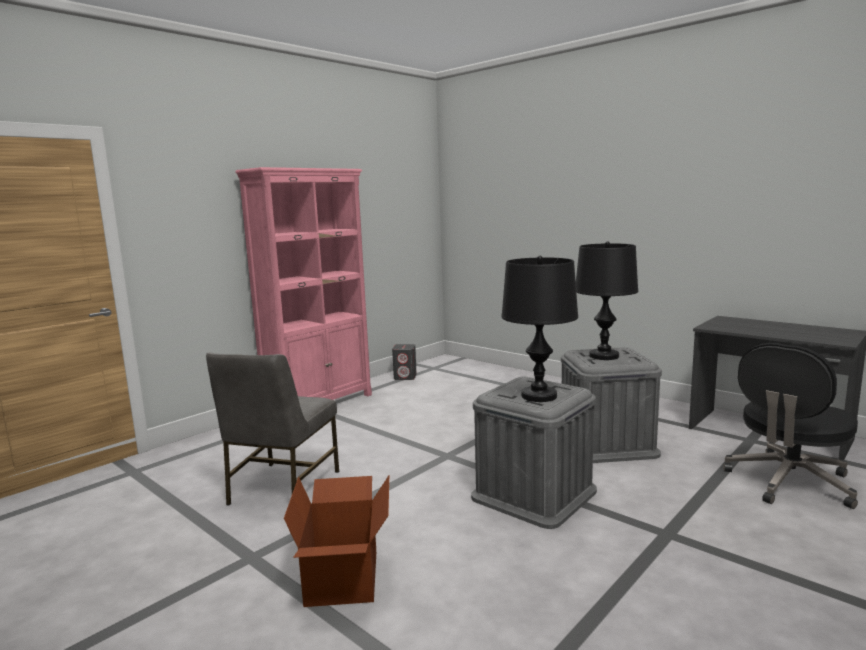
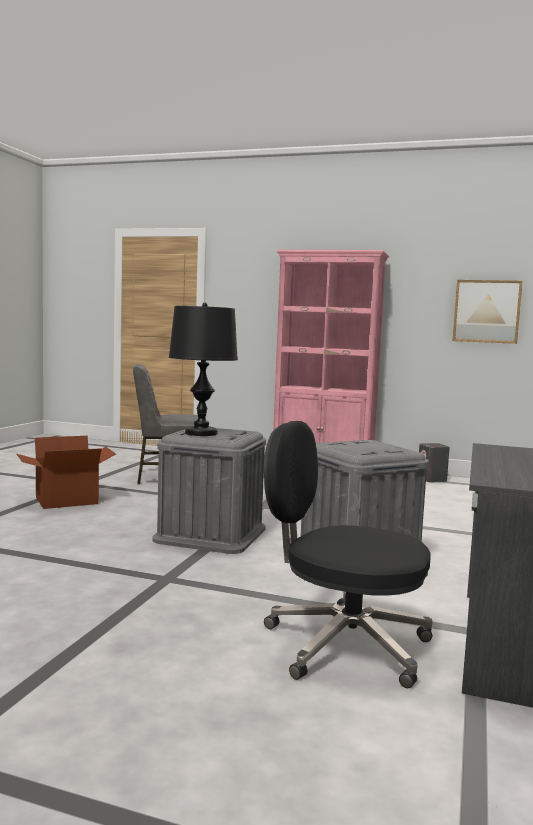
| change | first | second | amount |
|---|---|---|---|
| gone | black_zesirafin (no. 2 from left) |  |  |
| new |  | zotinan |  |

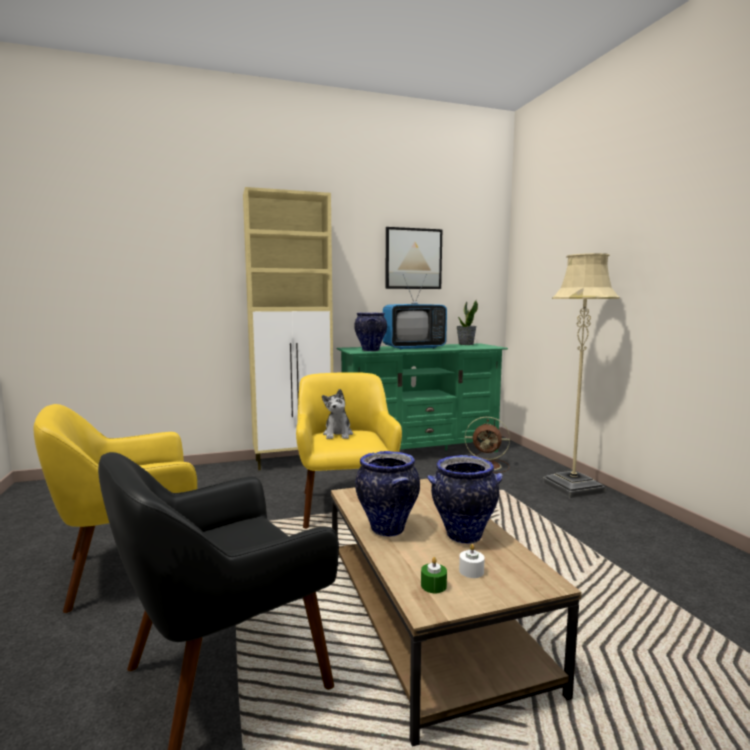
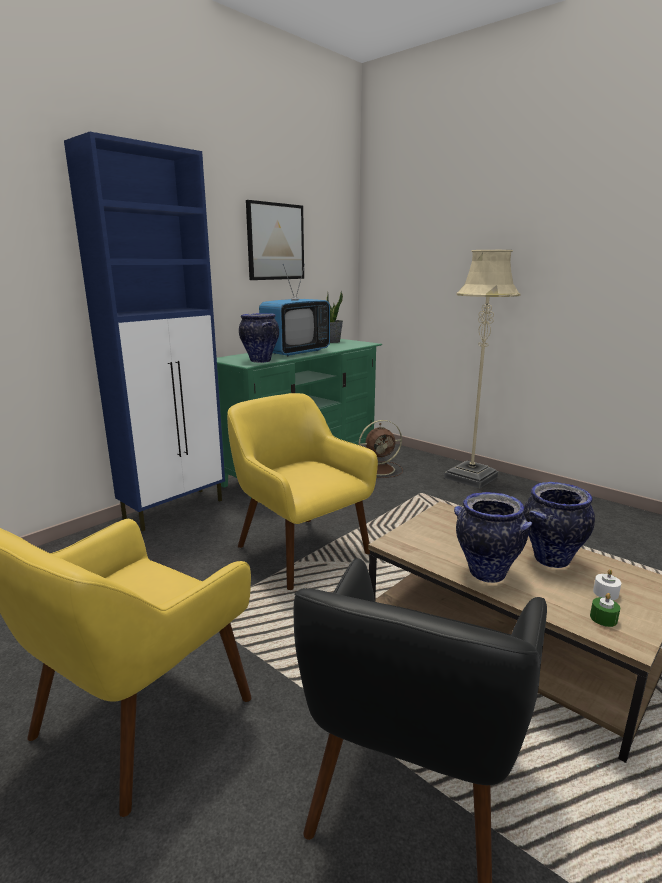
| change | first | second | amount |
|---|---|---|---|
| repainted | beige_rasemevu | blue_rasemevu |  |
| gone | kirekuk |  |  |

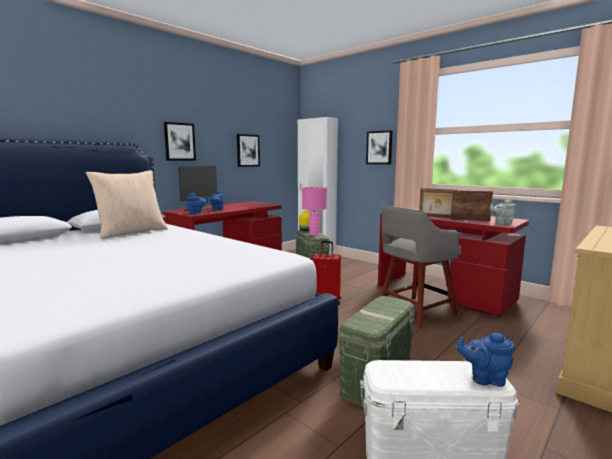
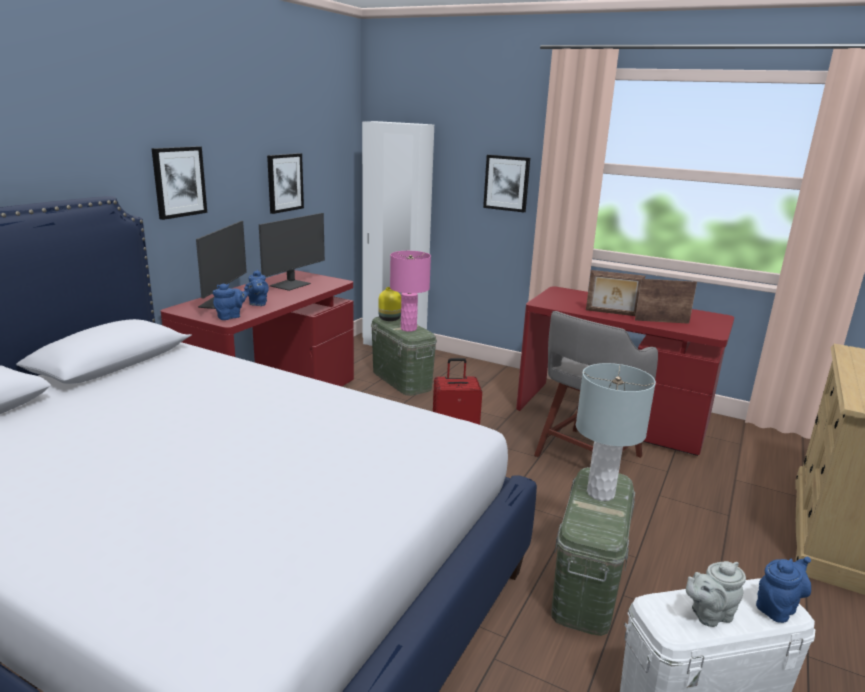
| change | first | second | amount |
|---|---|---|---|
| gone | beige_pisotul |  |  |
| shifted | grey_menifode |  |  |
| rotated | blue_menifode (no. 3 from left) |  | 150 degrees clockwise |
| new |  | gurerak (no. 2 from left) |  |
| new |  | grey_zesirafin |  |

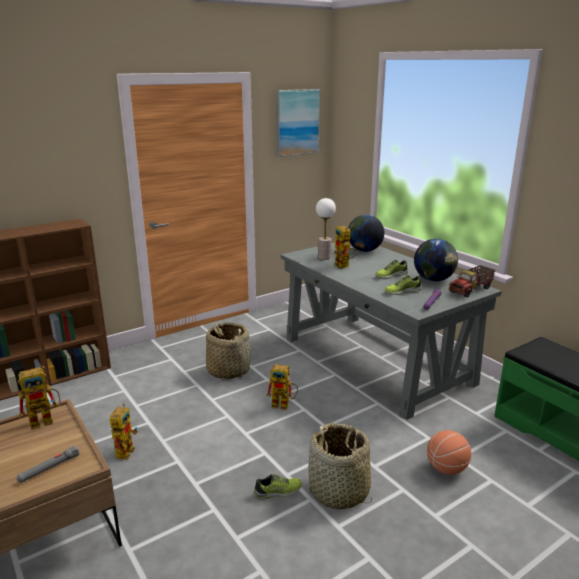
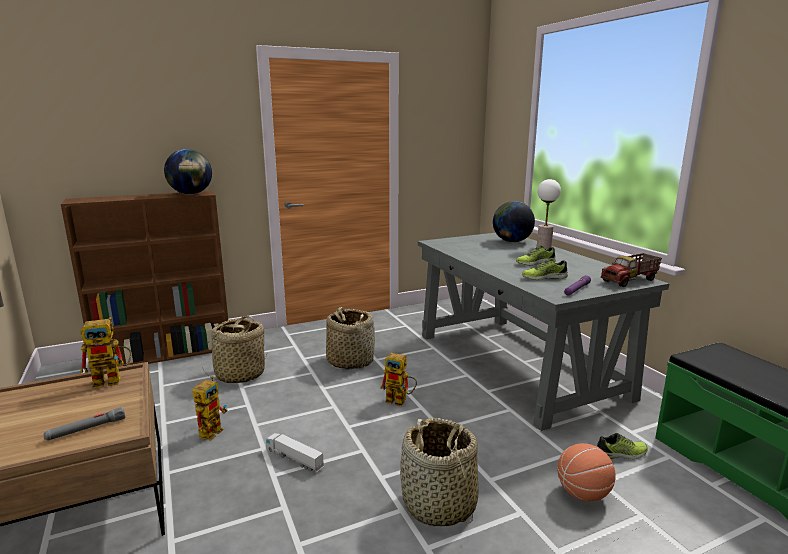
| change | first | second | amount |
|---|---|---|---|
| gone | zotinan |  |  |
| shifted | zesirafin |  |  |
| gone | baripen (no. 4 from left) |  |  |
| shifted | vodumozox (no. 2 from left in the first image) | vodumozox (no. 1 from left) |  |
| shifted | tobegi (no. 1 from left in the first image) | tobegi (no. 3 from left) |  |
| new |  | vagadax (no. 1 from left) |  |
| new |  | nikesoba (no. 1 from left) |  |

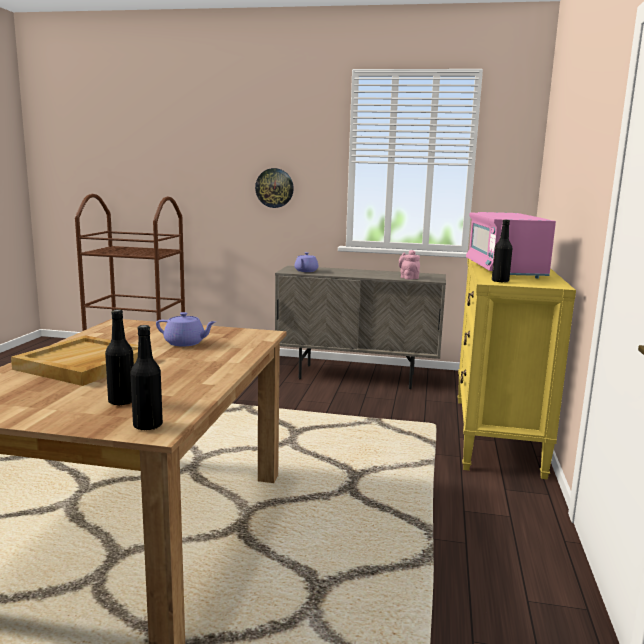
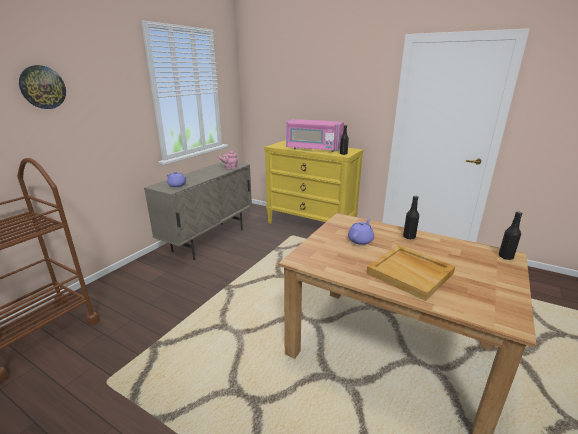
| change | first | second | amount |
|---|---|---|---|
| shifted | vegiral |  |  |
| shifted | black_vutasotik (no. 1 from left in the first image) | black_vutasotik (no. 2 from left) |  |

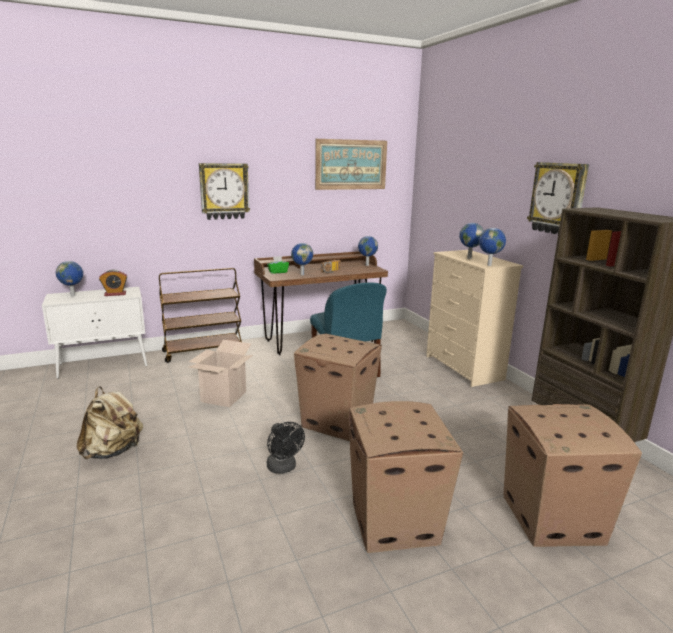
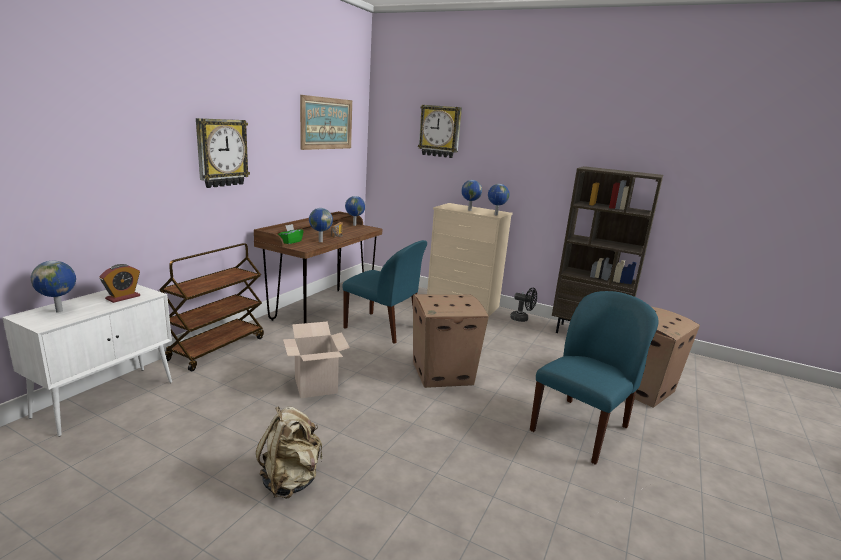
| change | first | second | amount |
|---|---|---|---|
| shifted | vegiral (no. 2 from left) |  |  |
| swapped | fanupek (no. 3 from left) | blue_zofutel (no. 2 from left) |  |
| shifted | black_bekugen |  |  |

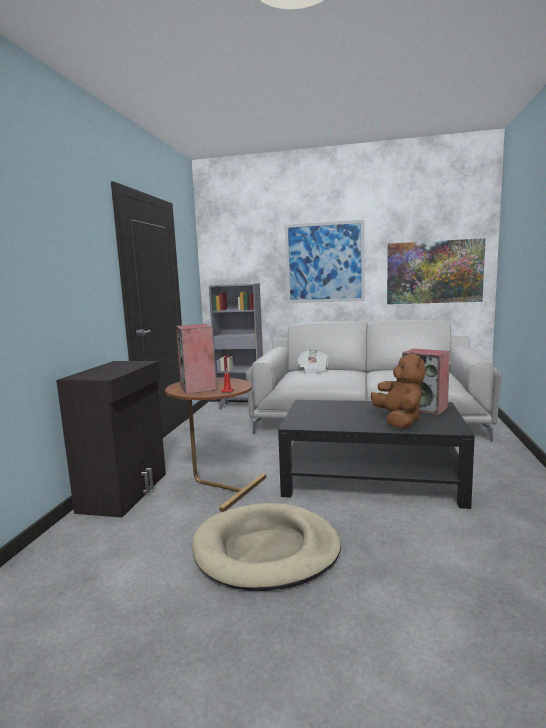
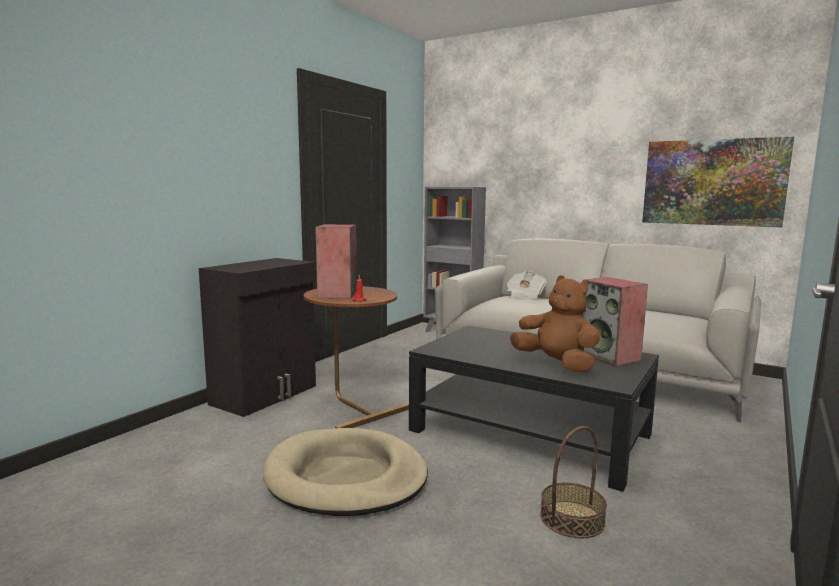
| change | first | second | amount |
|---|---|---|---|
| gone | zotinan (no. 1 from left) |  |  |
| rotated | brown_kirekuk |  | 60 degrees counterclockwise |
| new |  | vagadax |  |

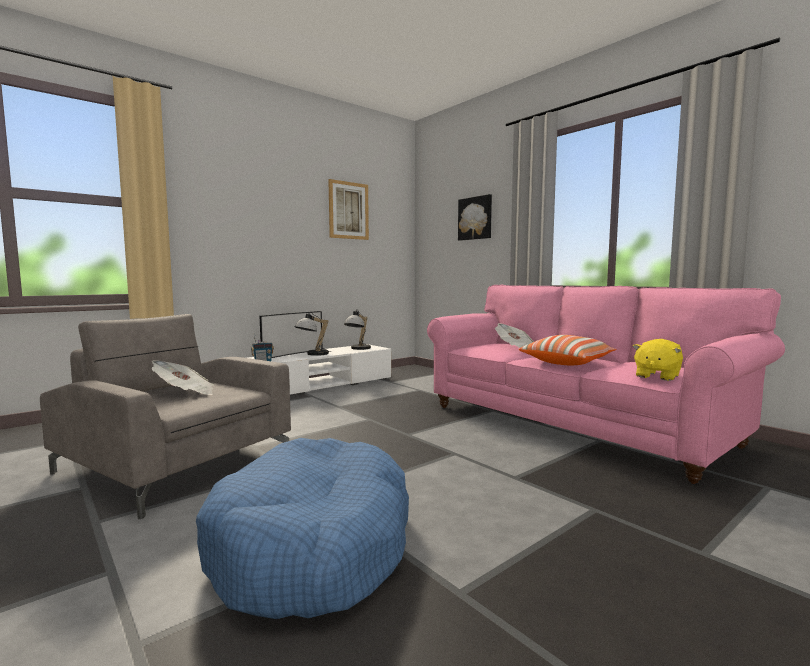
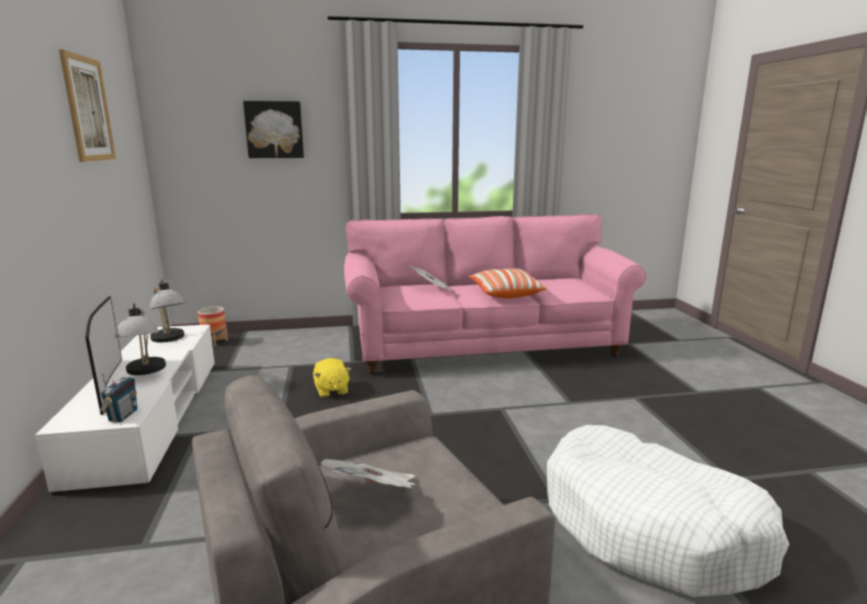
| change | first | second | amount |
|---|---|---|---|
| shifted | yellow_kirekuk |  |  |
| repainted | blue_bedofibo | white_bedofibo |  |
| new |  | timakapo |  |

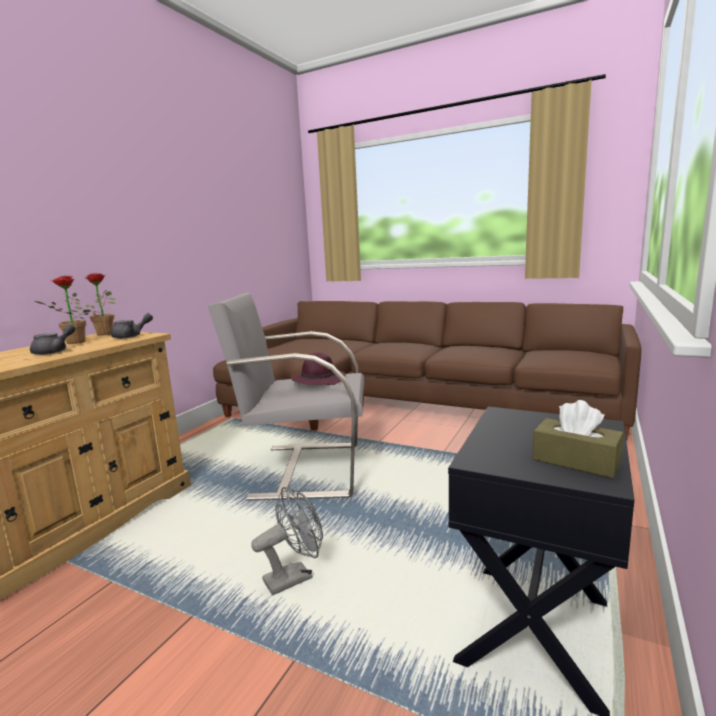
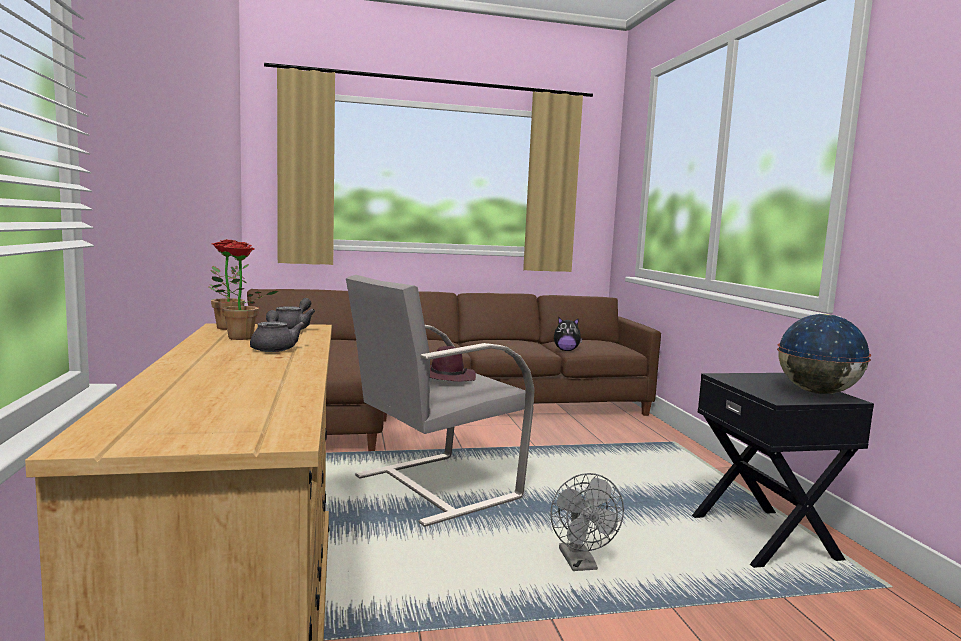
| change | first | second | amount |
|---|---|---|---|
| swapped | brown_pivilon | vodumozox |  |
| rotated | grey_bekugen |  | 150 degrees clockwise |
| new |  | kirekuk |  |

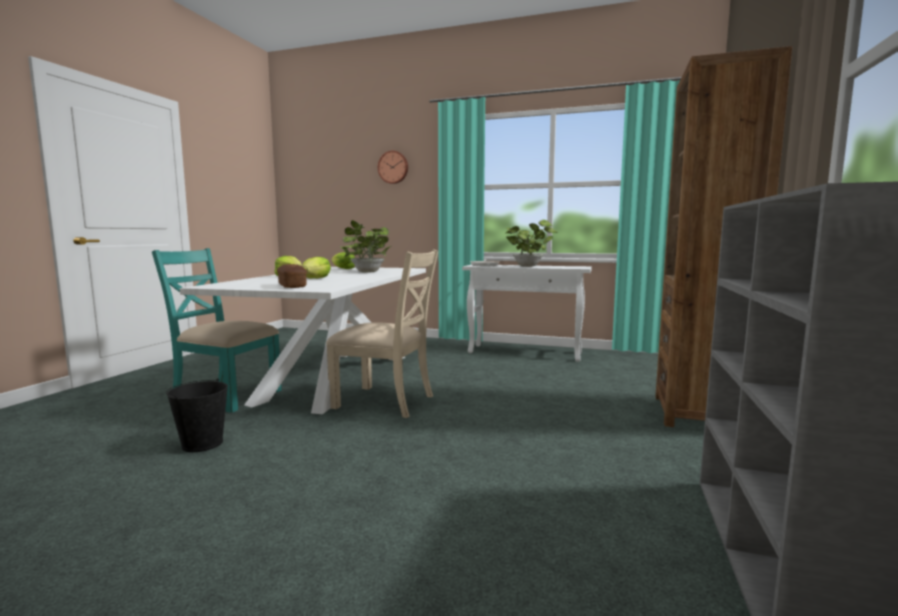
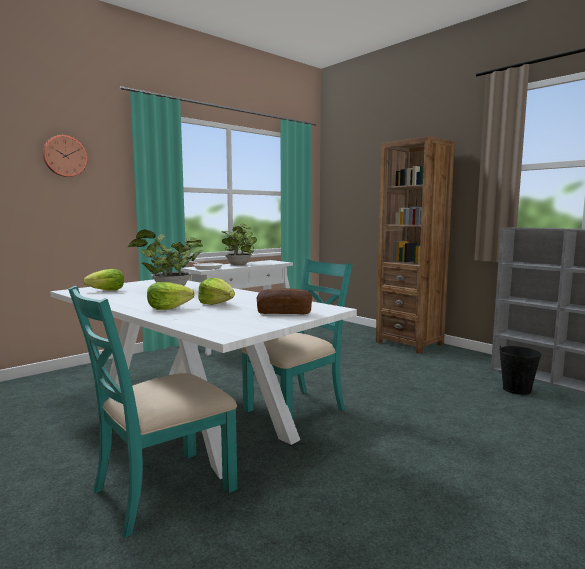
| change | first | second | amount |
|---|---|---|---|
| repainted | beige_zofutel | turquoise_zofutel (no. 2 from left) |  |
| shifted | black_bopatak |  |  |

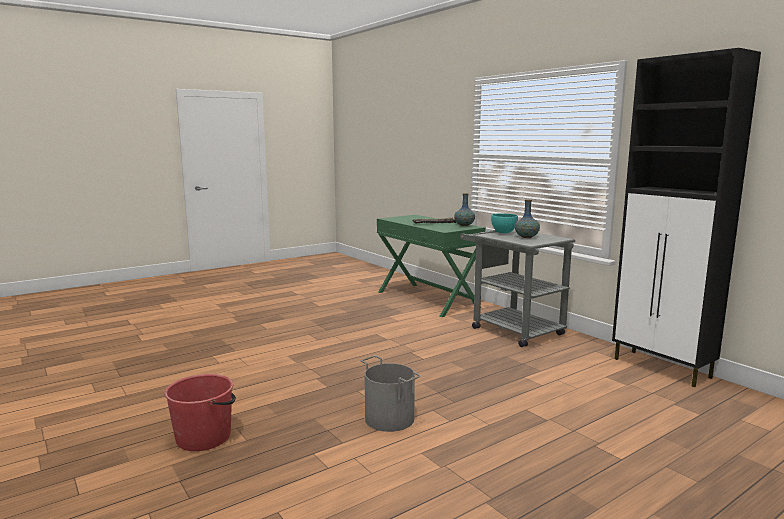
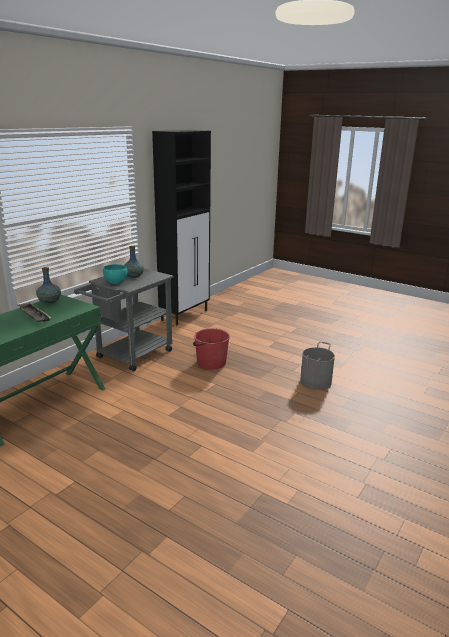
| change | first | second | amount |
|---|---|---|---|
| shifted | red_bopatak |  |  |

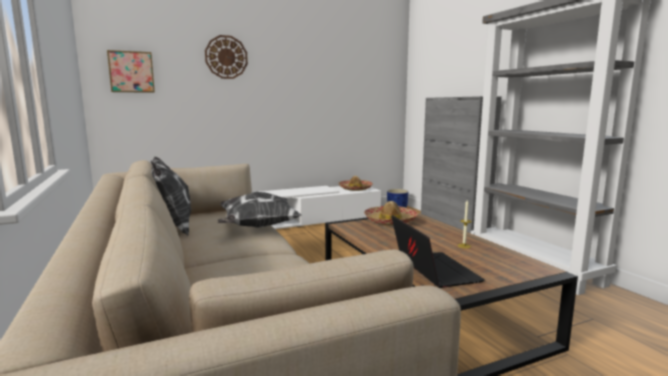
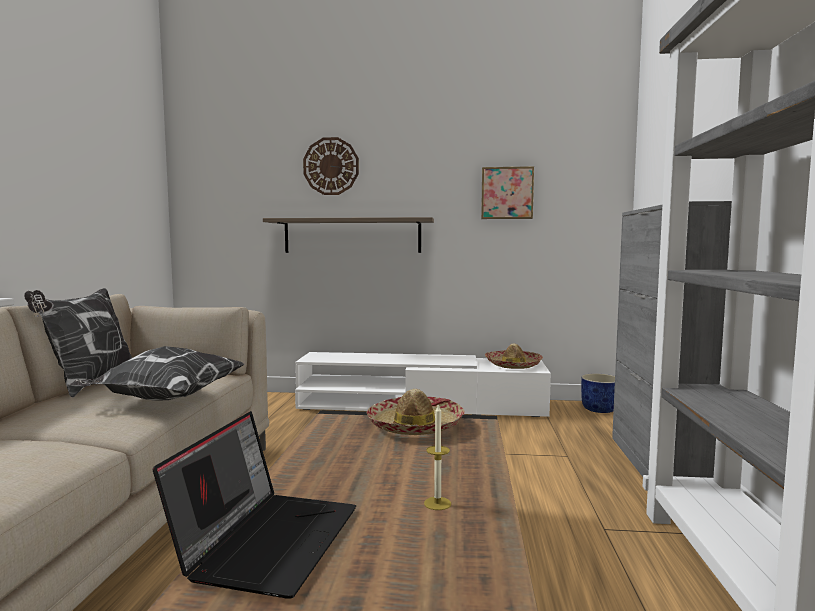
| change | first | second | amount |
|---|---|---|---|
| shifted | zotinan |  |  |
| new |  | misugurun |  |

